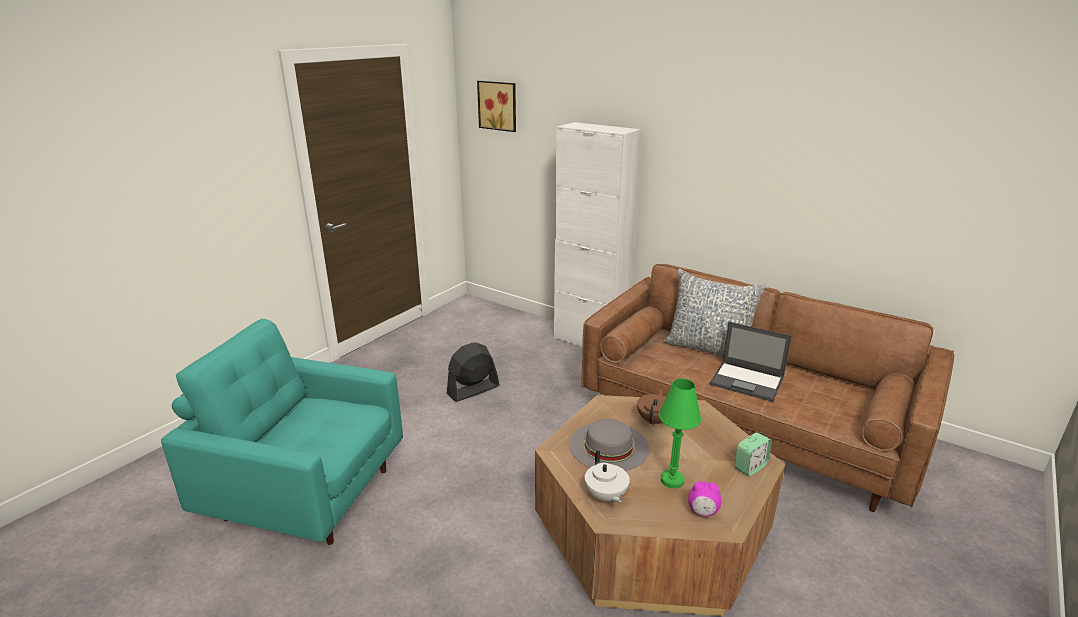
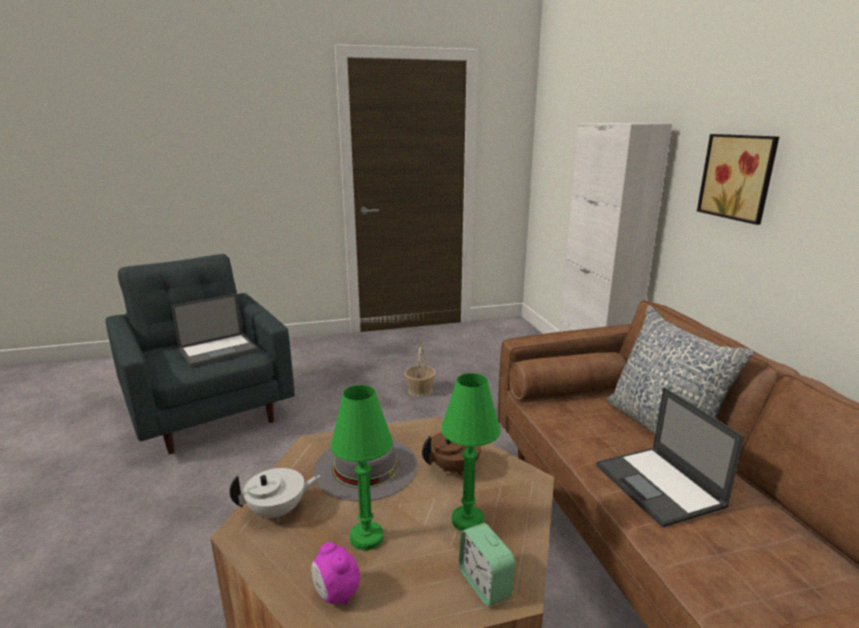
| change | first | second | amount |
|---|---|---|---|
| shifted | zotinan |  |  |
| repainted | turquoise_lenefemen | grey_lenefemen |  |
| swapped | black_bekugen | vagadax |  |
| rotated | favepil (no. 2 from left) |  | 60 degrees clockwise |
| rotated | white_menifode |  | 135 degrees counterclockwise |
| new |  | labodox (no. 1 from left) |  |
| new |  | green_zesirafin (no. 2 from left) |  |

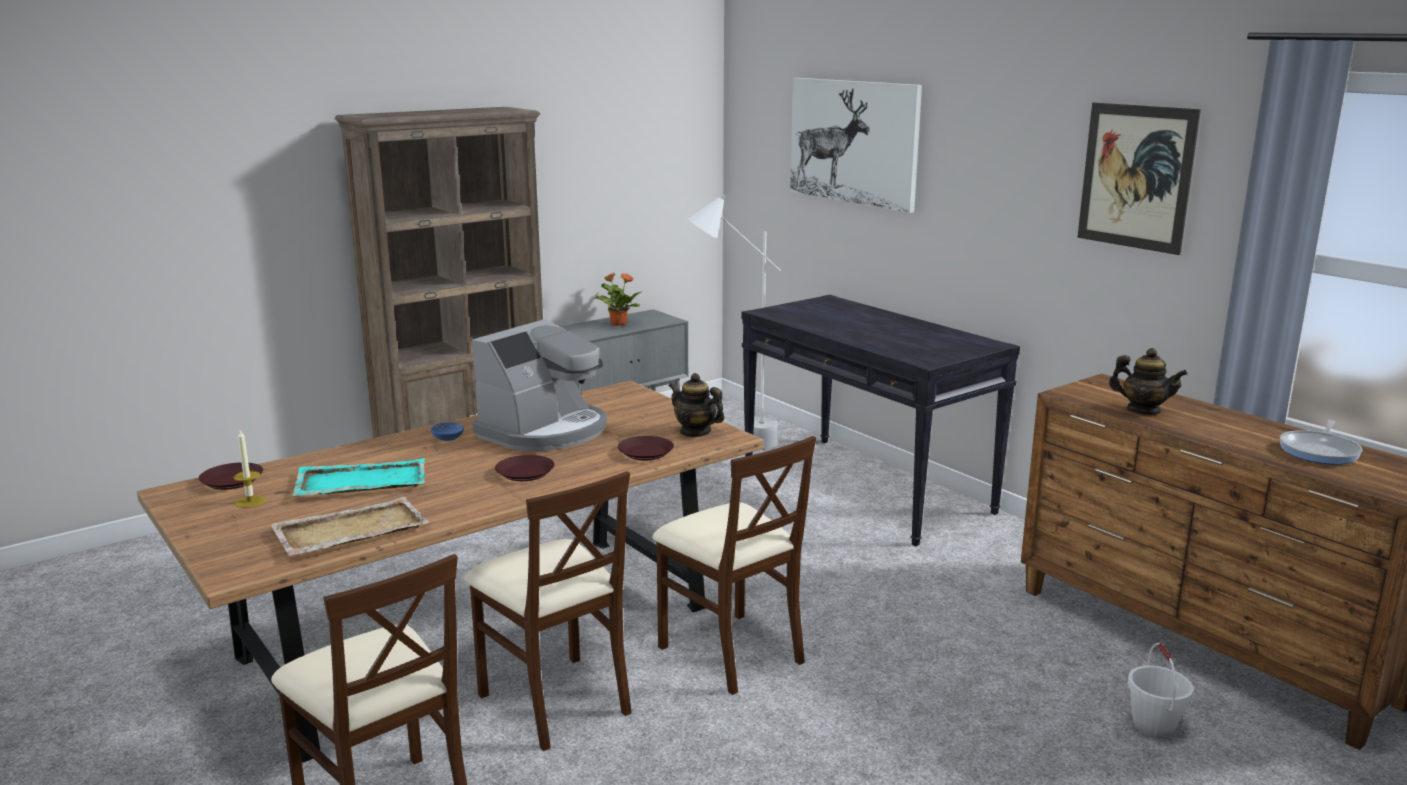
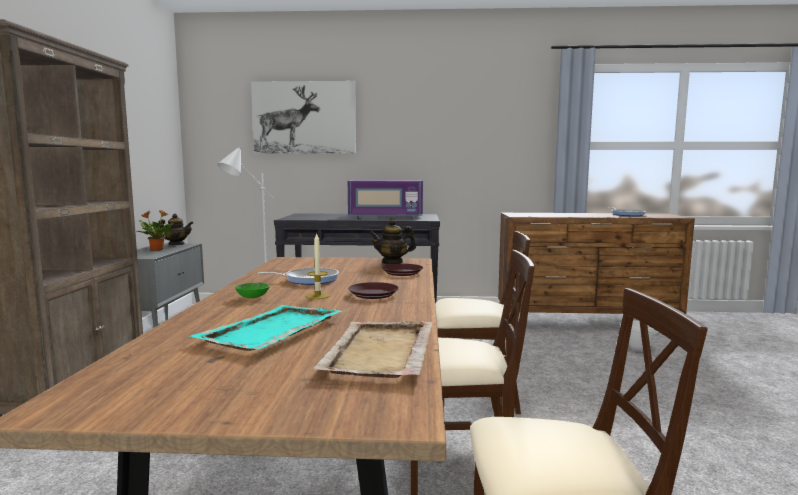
| change | first | second | amount |
|---|---|---|---|
| gone | zotinan (no. 2 from left) |  |  |
| swapped | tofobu | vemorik (no. 1 from left) |  |
| shifted | menifode (no. 2 from left in the first image) | menifode (no. 1 from left) |  |
| repainted | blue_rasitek | green_rasitek |  |
| shifted | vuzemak |  |  |
| gone | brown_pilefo (no. 1 from left) |  |  |
| new |  | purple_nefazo |  |

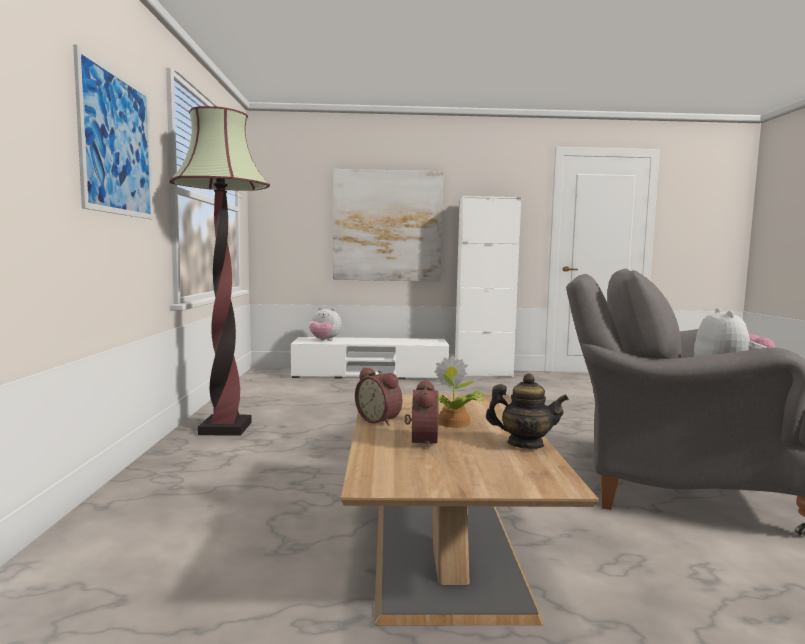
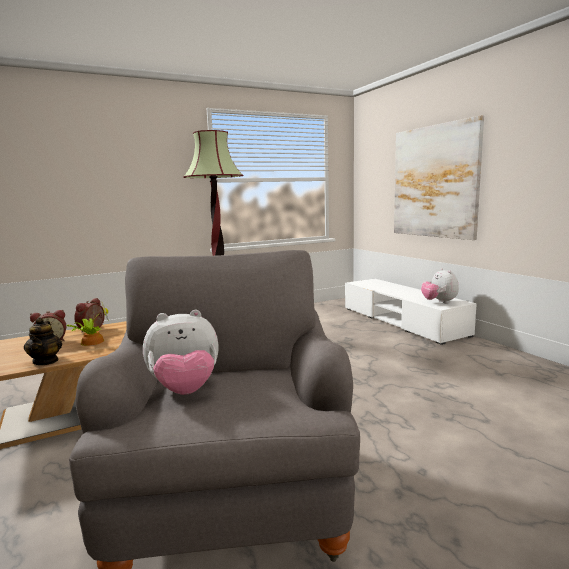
| change | first | second | amount |
|---|---|---|---|
| gone | zotinan (no. 1 from left) |  |  |
| gone | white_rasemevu |  |  |
| shifted | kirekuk (no. 1 from left in the first image) | kirekuk (no. 2 from left) |  |

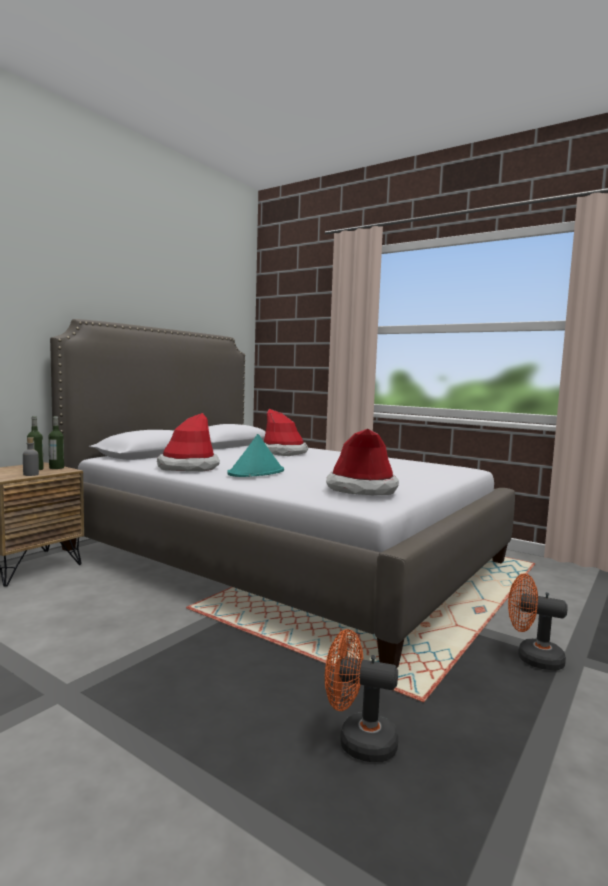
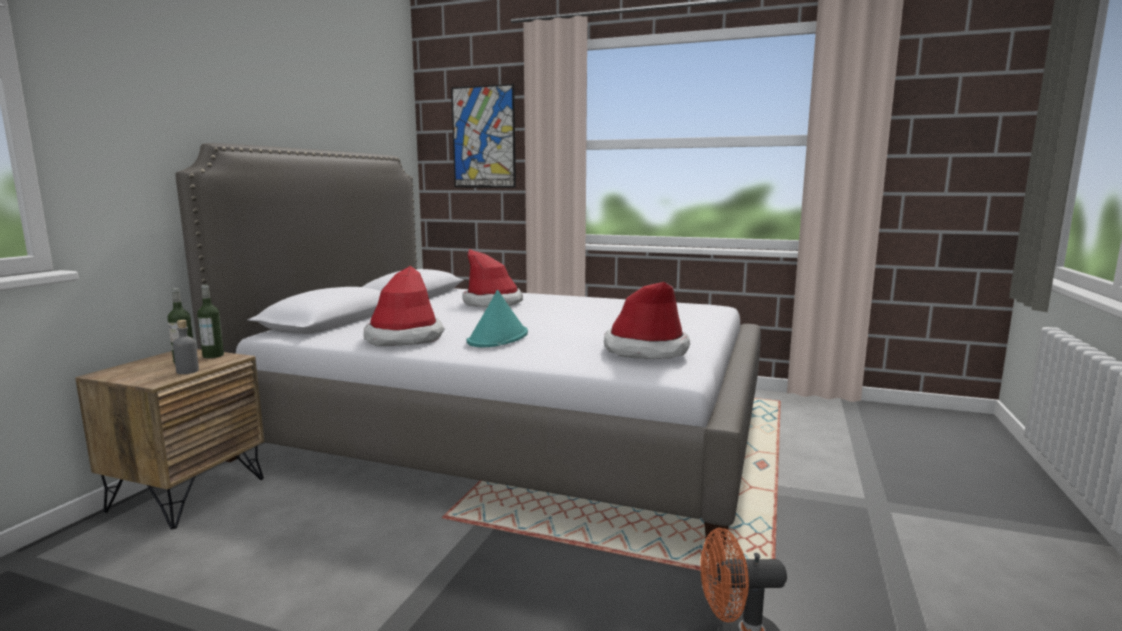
| change | first | second | amount |
|---|---|---|---|
| gone | orange_bekugen (no. 2 from left) |  |  |
| new |  | zotinan |  |

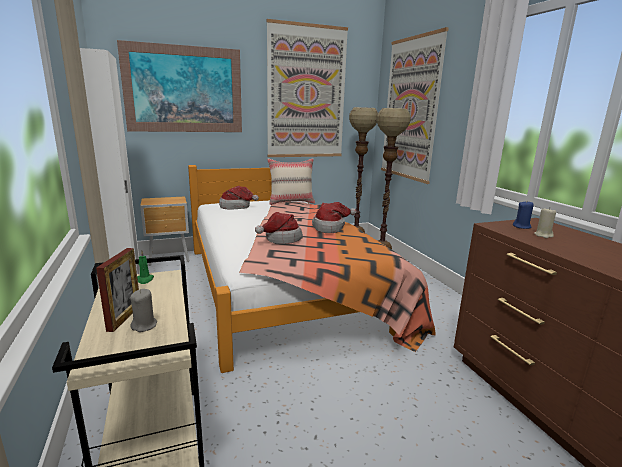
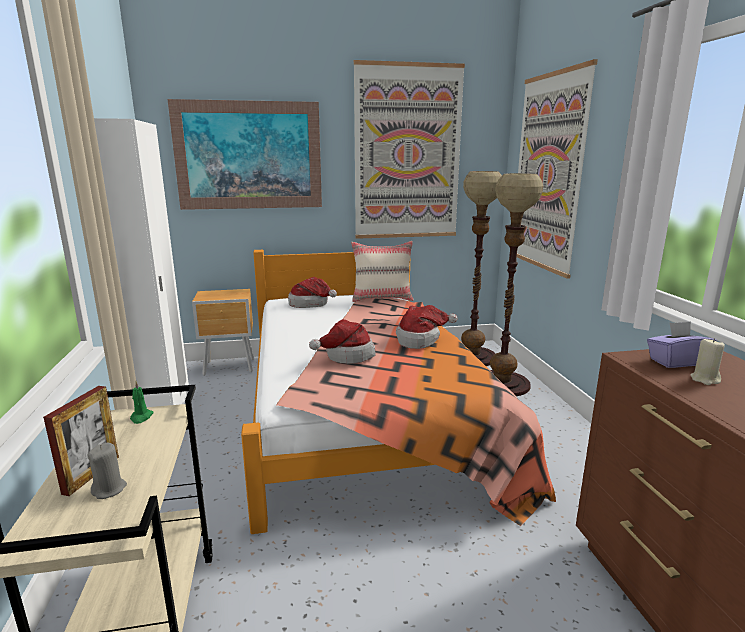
| change | first | second | amount |
|---|---|---|---|
| swapped | blue_vuzemak | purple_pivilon |  |

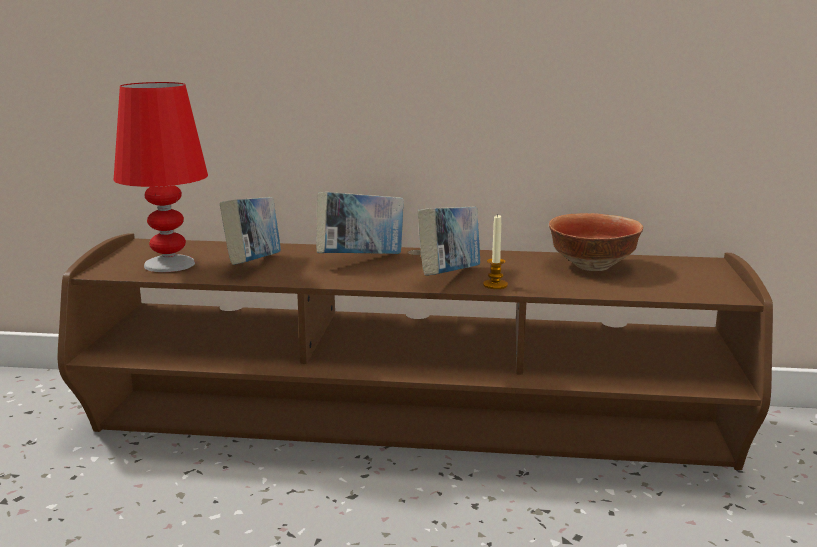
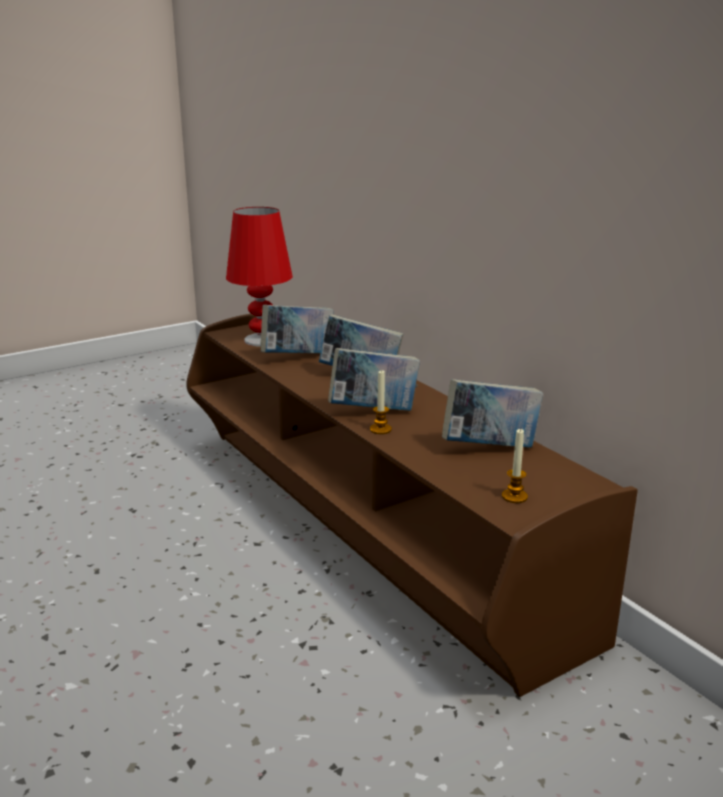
| change | first | second | amount |
|---|---|---|---|
| swapped | rasitek | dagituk (no. 4 from left) |  |
| new |  | vuzemak (no. 2 from left) |  |

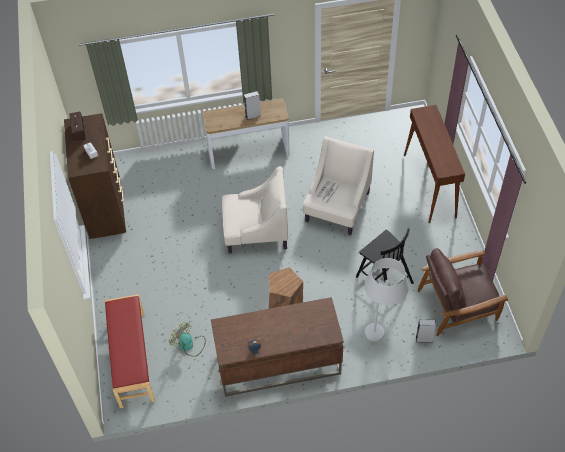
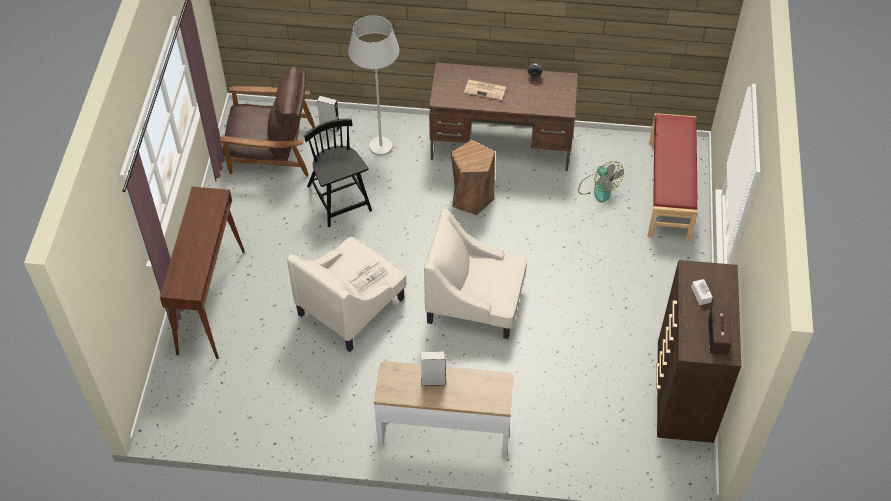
| change | first | second | amount |
|---|---|---|---|
| new |  | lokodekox (no. 2 from left) |  |

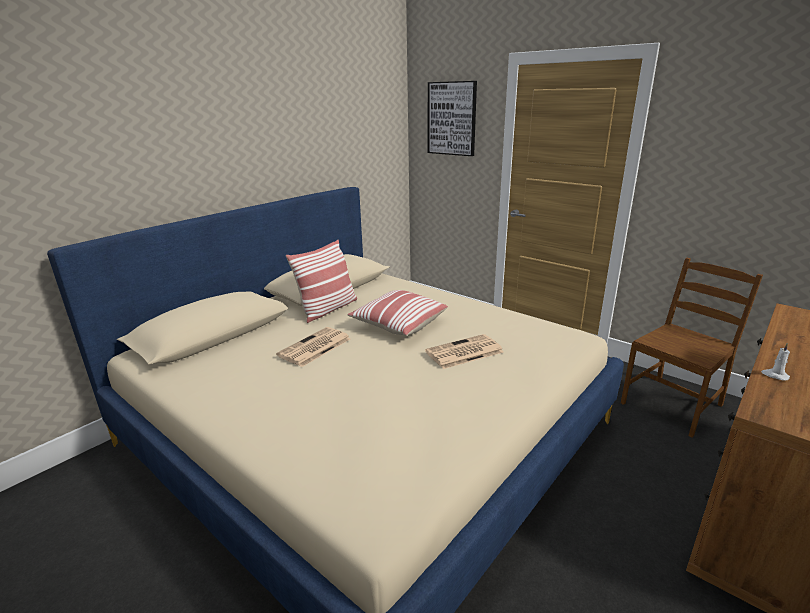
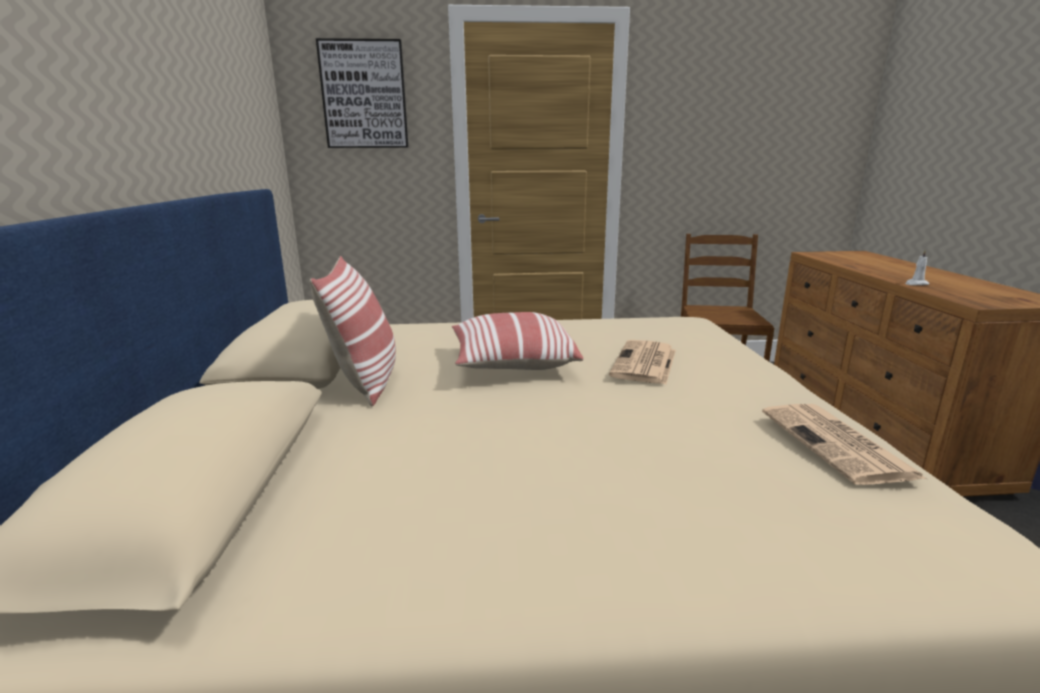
| change | first | second | amount |
|---|---|---|---|
| shifted | lokodekox (no. 1 from left in the first image) | lokodekox (no. 2 from left) |  |

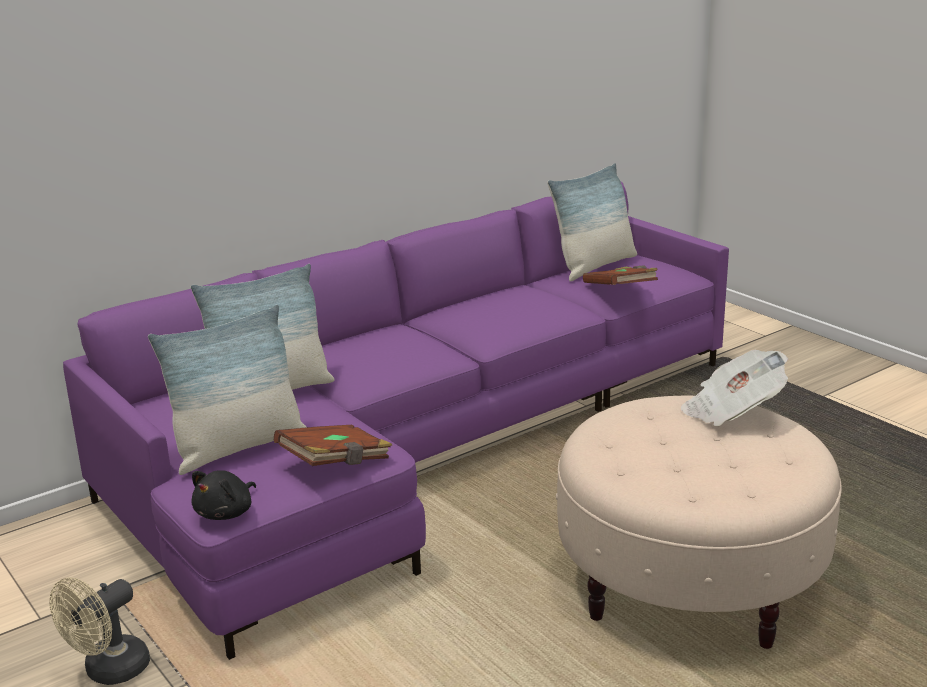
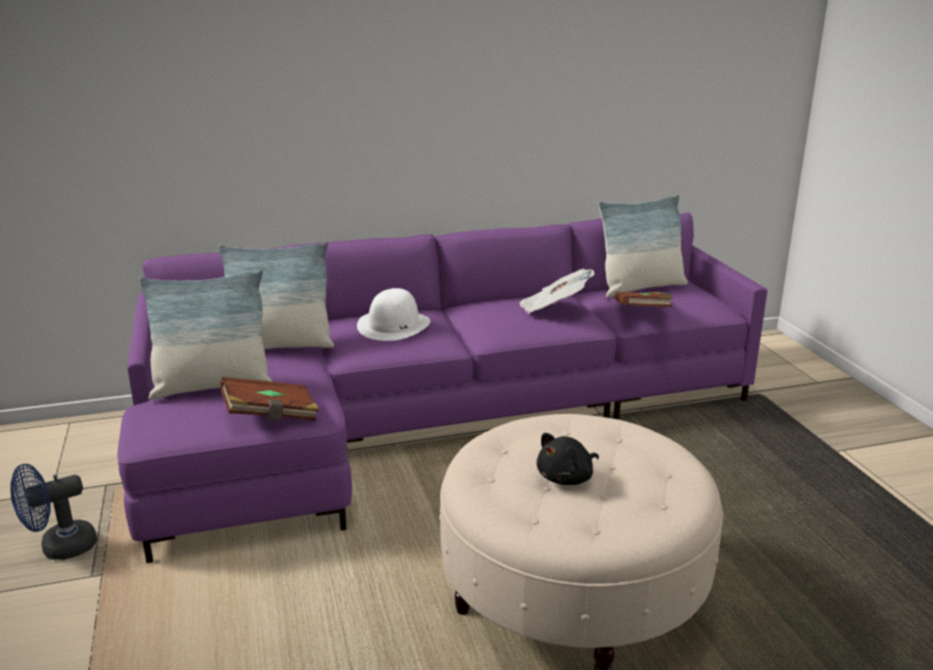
| change | first | second | amount |
|---|---|---|---|
| shifted | lokodekox |  |  |
| shifted | black_kirekuk |  |  |
| repainted | beige_bekugen | blue_bekugen |  |
| new |  | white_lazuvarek |  |

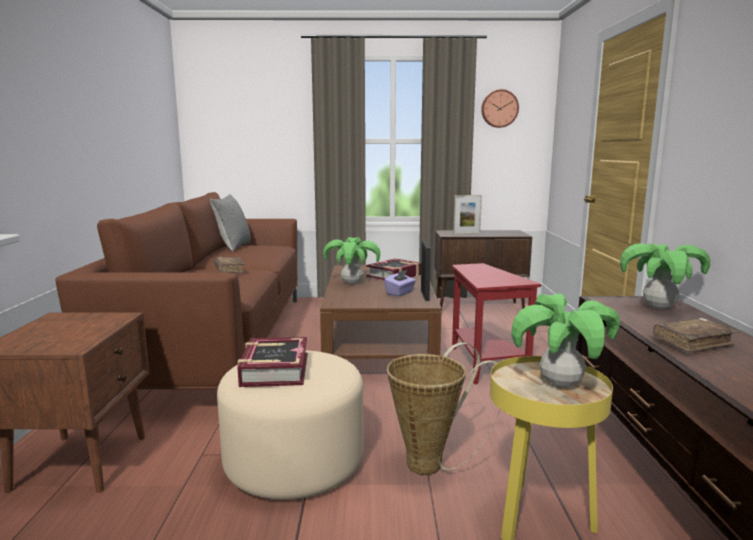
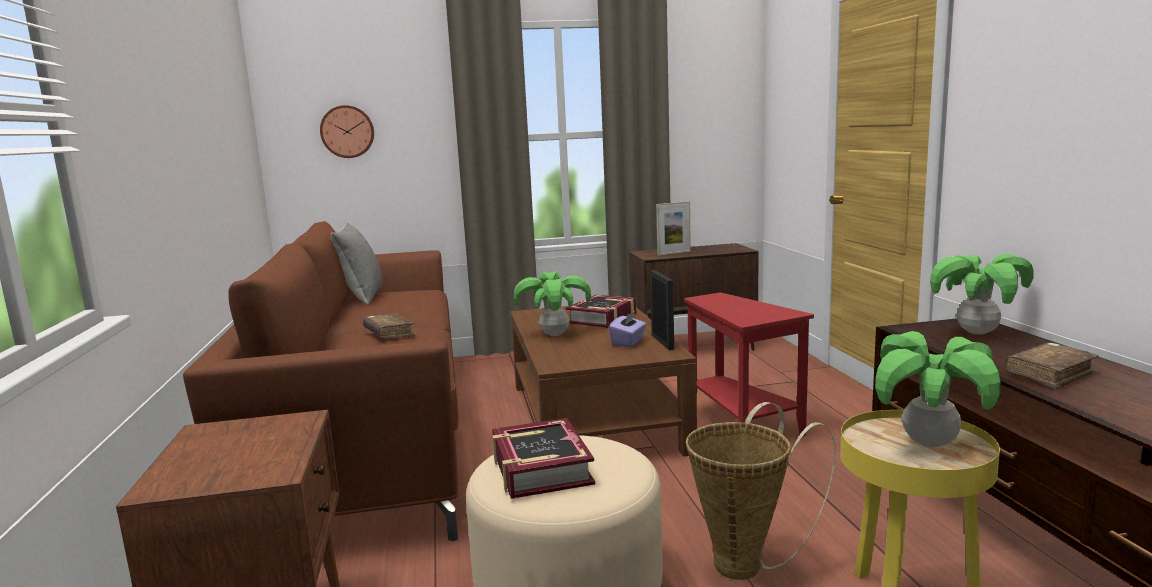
| change | first | second | amount |
|---|---|---|---|
| shifted | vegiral |  |  |

